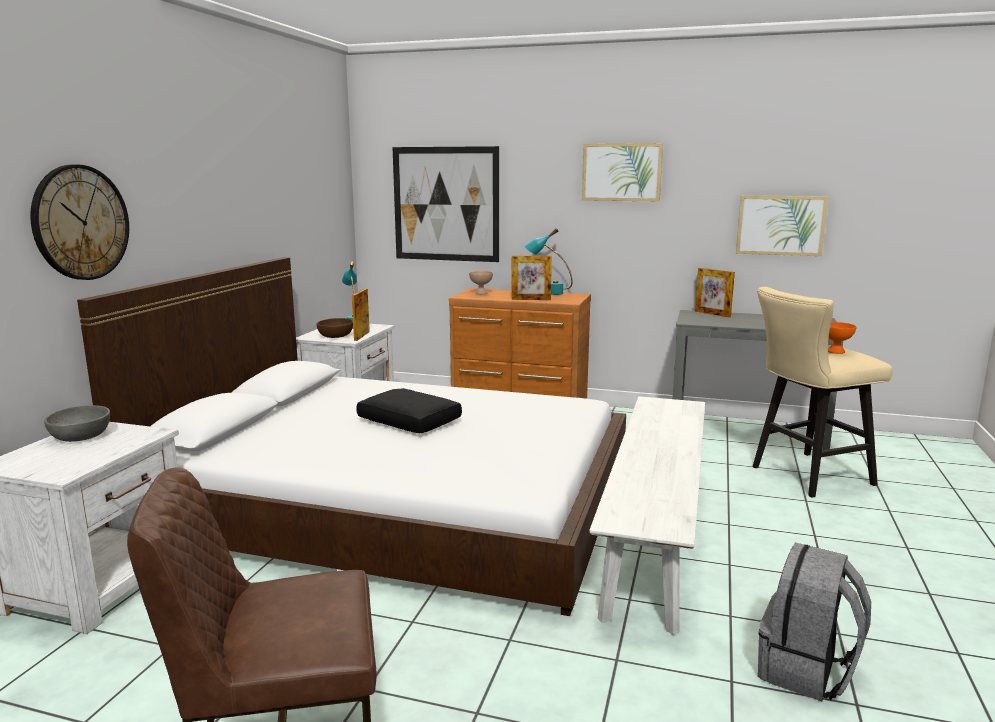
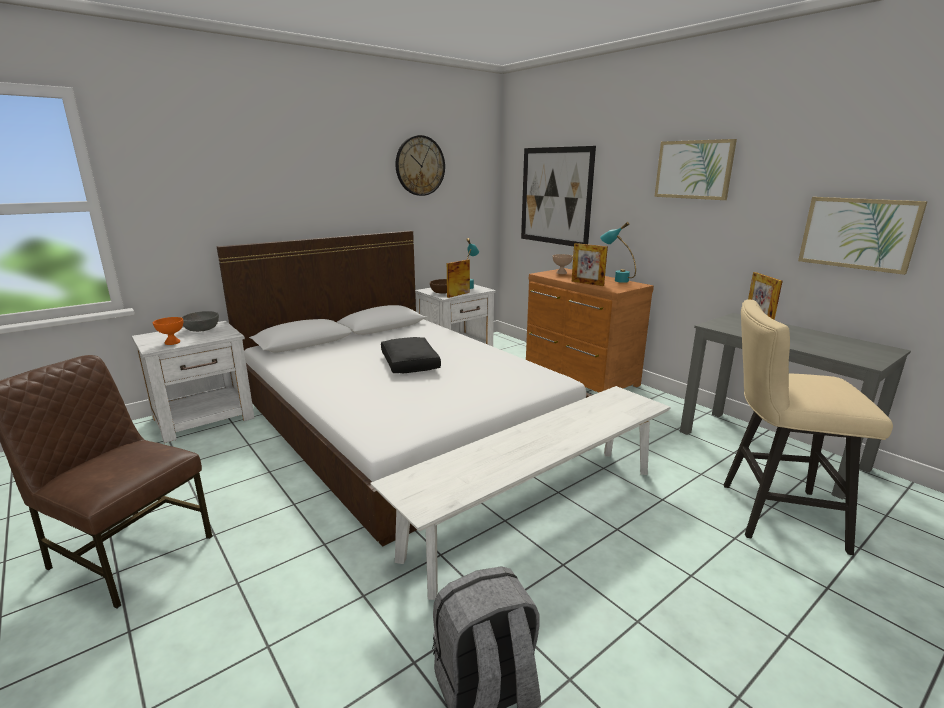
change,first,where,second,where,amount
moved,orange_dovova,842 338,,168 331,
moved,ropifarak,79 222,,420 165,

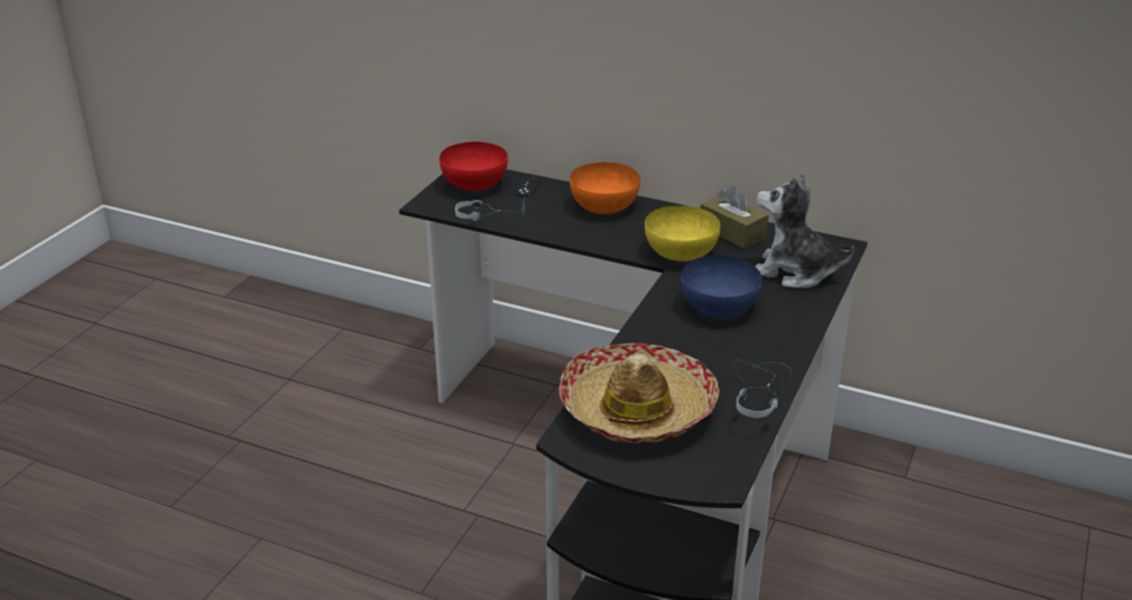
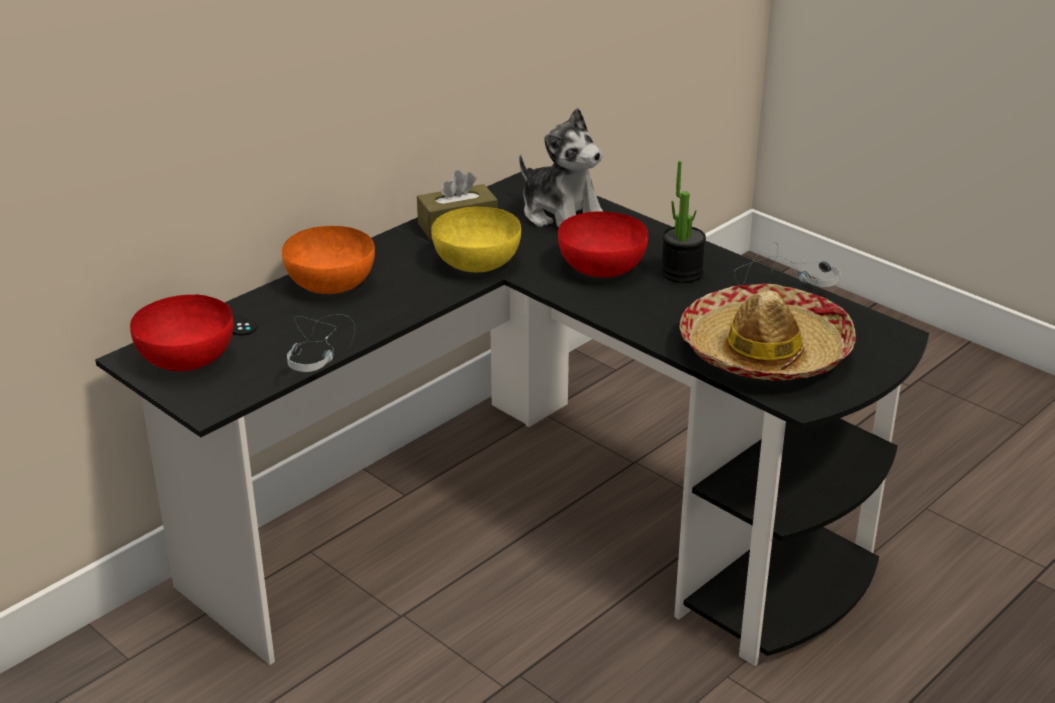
change,first,where,second,where,amount
turned,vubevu,804 231,,561 167,90 degrees counterclockwise
recoloured,blue_dovova,721 286,red_dovova,603 245,
added,,,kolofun,683 222,

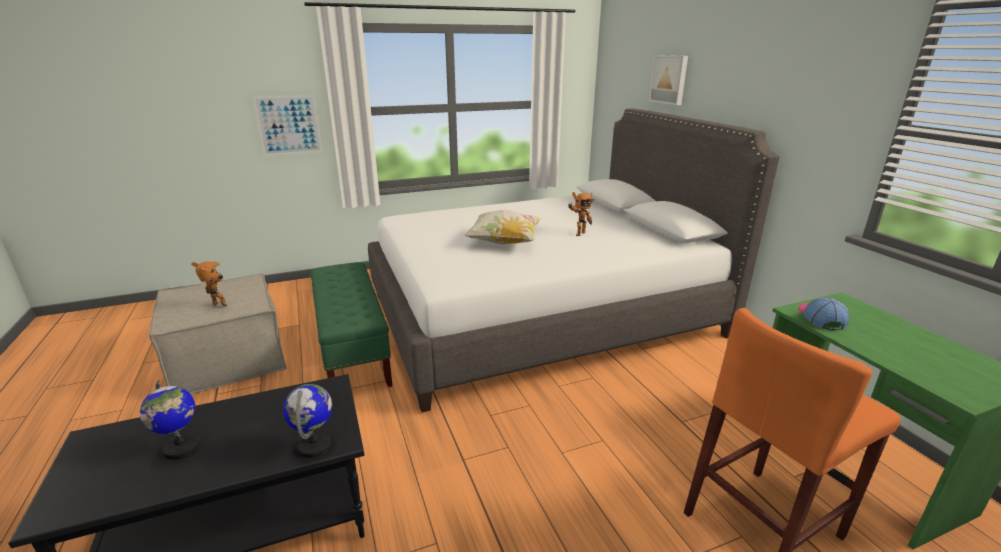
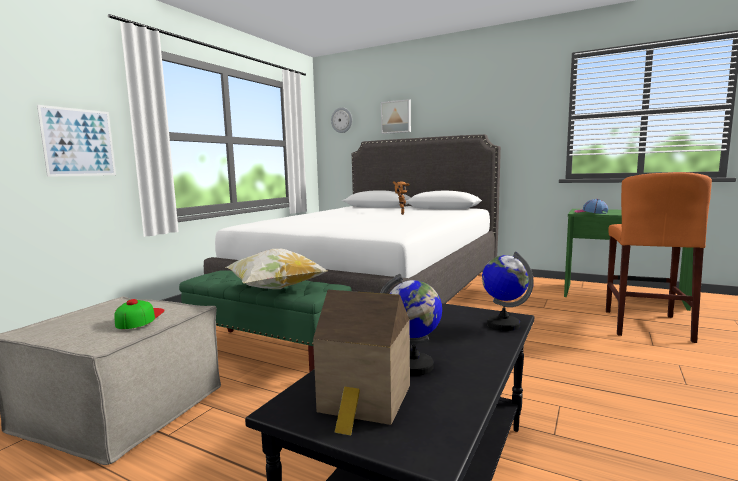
change,first,where,second,where,amount
replaced,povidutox,209 284,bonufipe,139 314,
moved,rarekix,502 227,,276 269,
added,,,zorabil,361 363,
added,,,ropifarak,341 120,

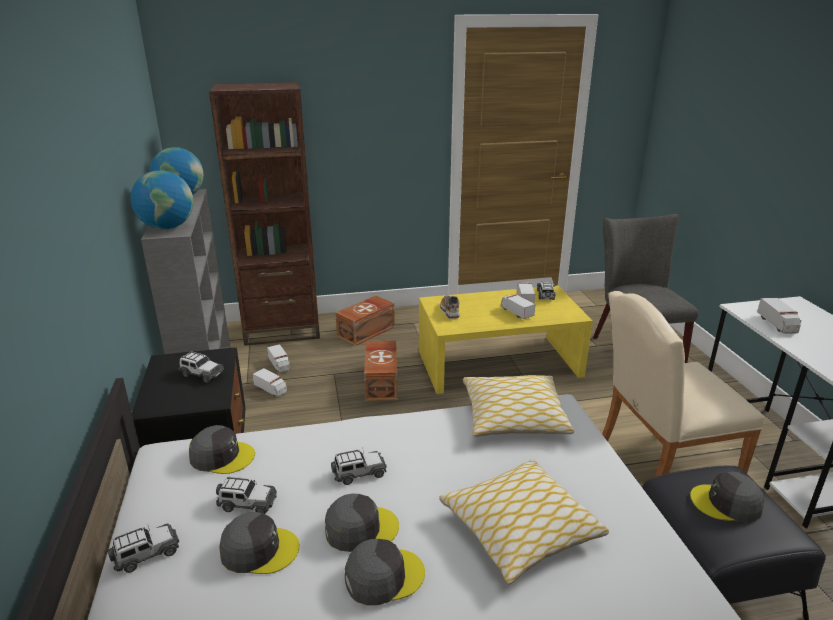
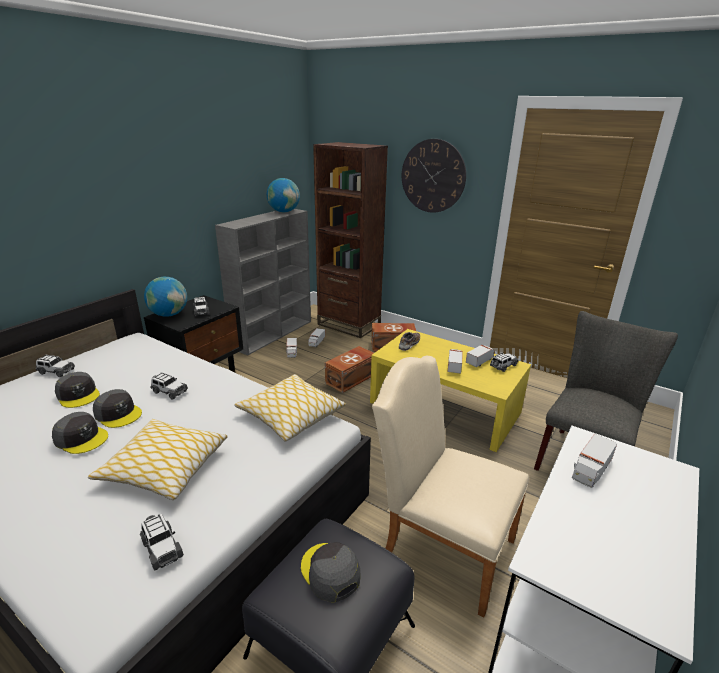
change,first,where,second,where,amount
moved,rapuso,246 495,,162 542,
moved,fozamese,162 199,,165 297,
added,,,ropifarak,434 176,
removed,grey_bonufipe,222 449,,,

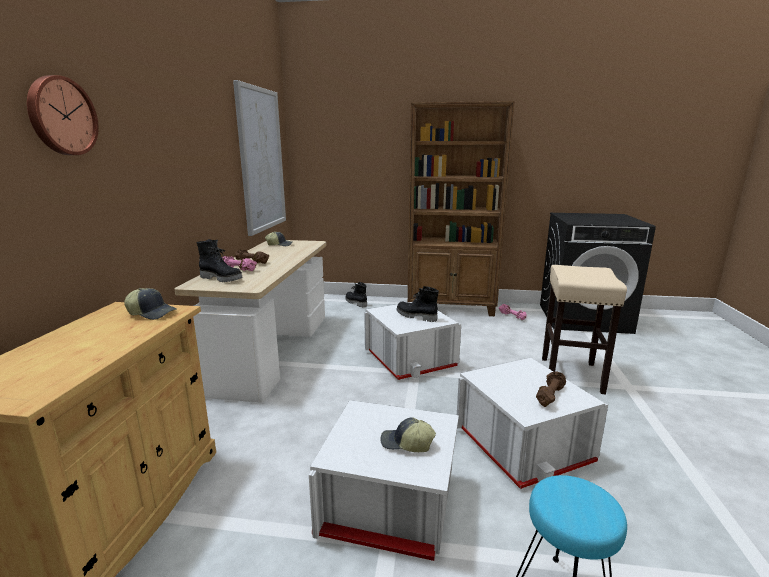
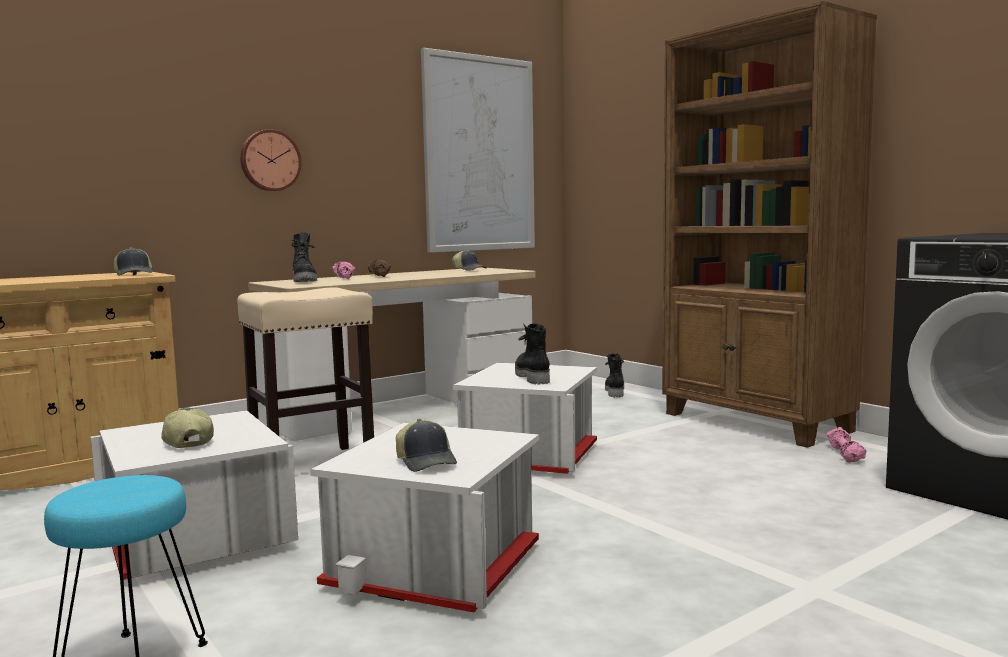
change,first,where,second,where,amount
moved,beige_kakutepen,584 330,,305 368,
moved,ropifarak,63 115,,271 160,
replaced,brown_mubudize,551 389,bonufipe,426 445,

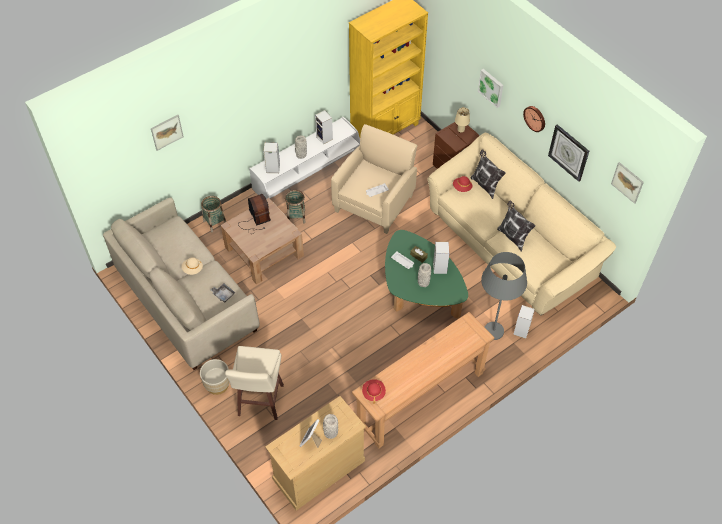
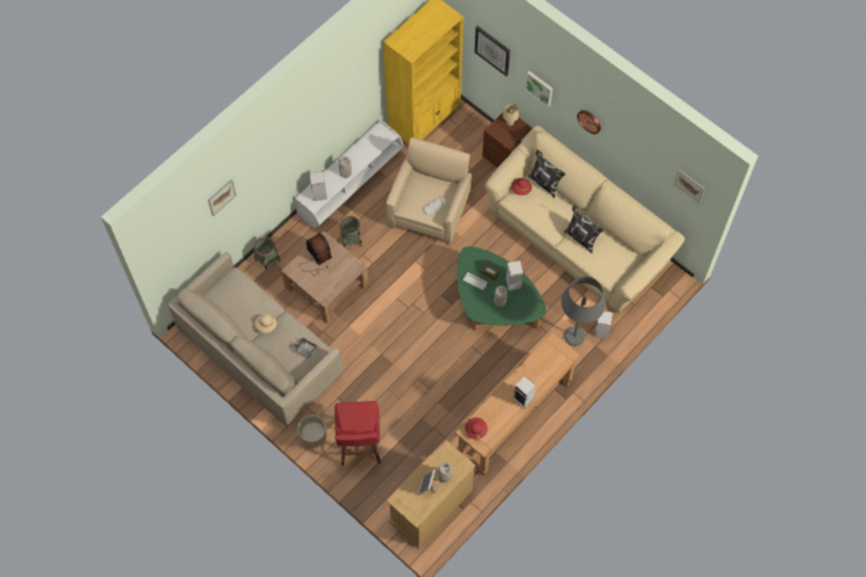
change,first,where,second,where,amount
recoloured,beige_kakutepen,254 383,red_kakutepen,358 433,
moved,ropifarak,568 153,,492 51,
moved,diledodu,324 127,,524 392,

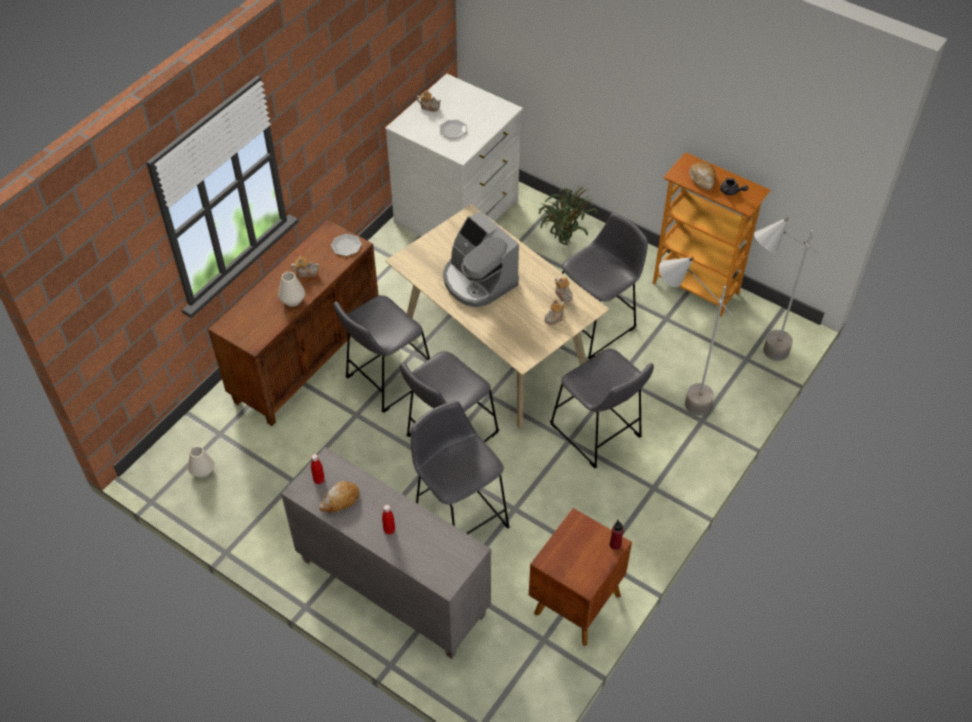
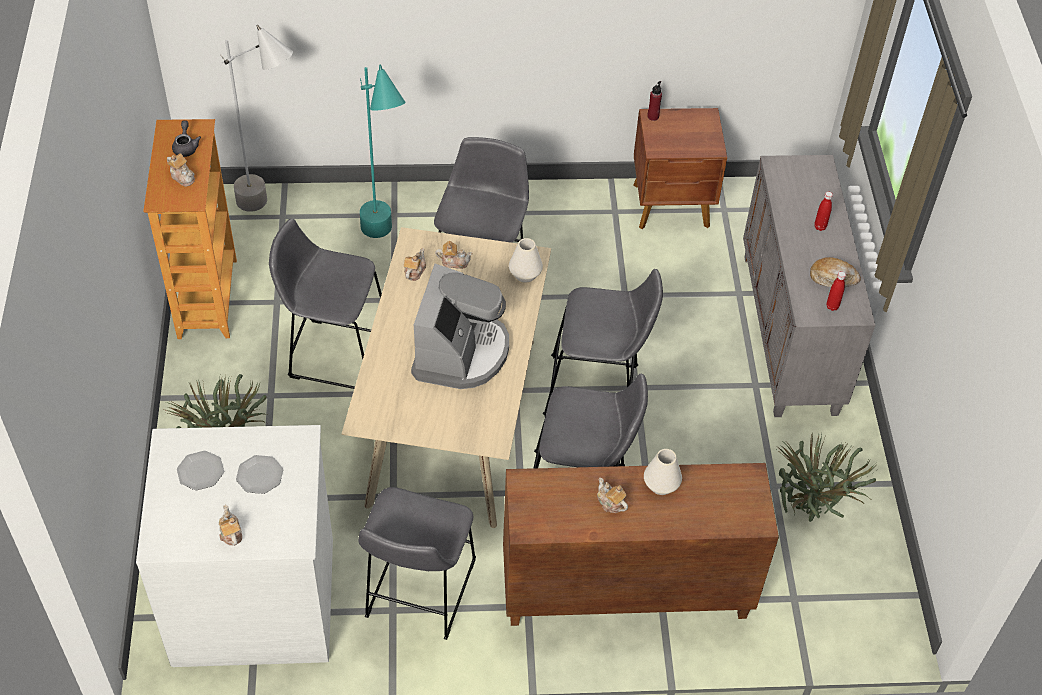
change,first,where,second,where,amount
replaced,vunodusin,703 176,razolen,181 170,
moved,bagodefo,346 245,,200 470,
moved,grey_kakutepen,460 467,,417 563,
recoloured,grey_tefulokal,696 336,turquoise_tefulokal,383 151,
moved,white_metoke,201 462,,526 260,
added,,,kolofun,827 476,

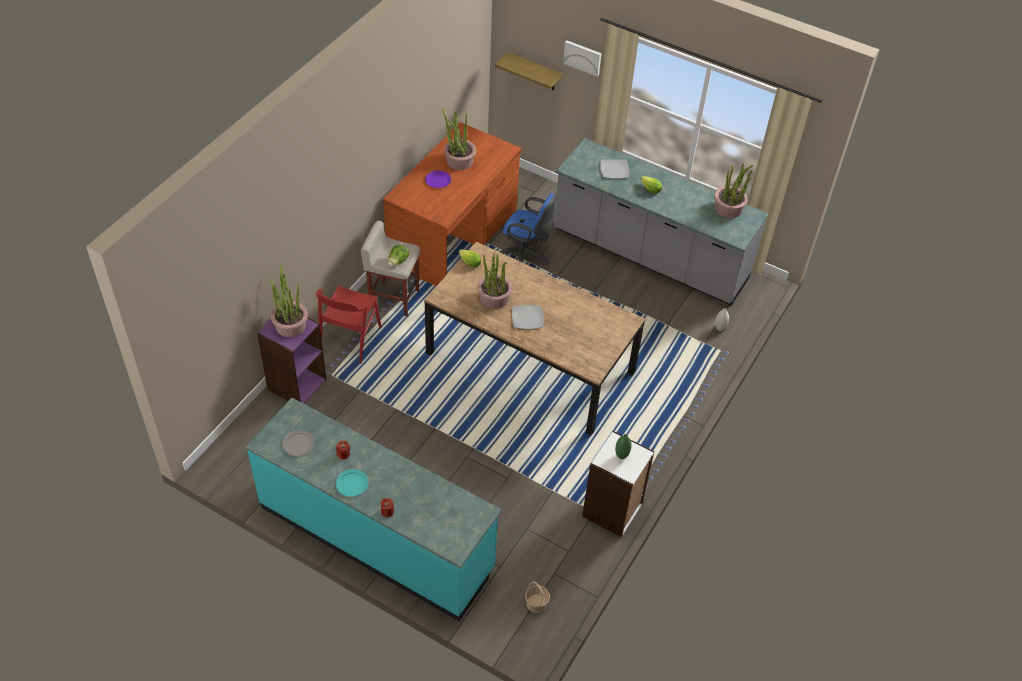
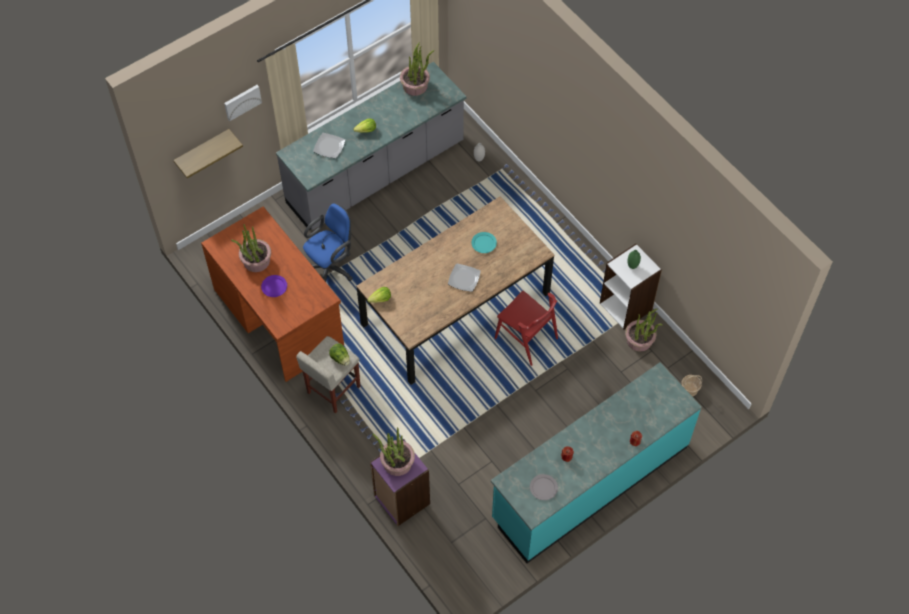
change,first,where,second,where,amount
moved,turquoise_bagodefo,352 483,,484 242,
moved,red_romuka,349 325,,526 328,
moved,kolofun,494 281,,644 330,

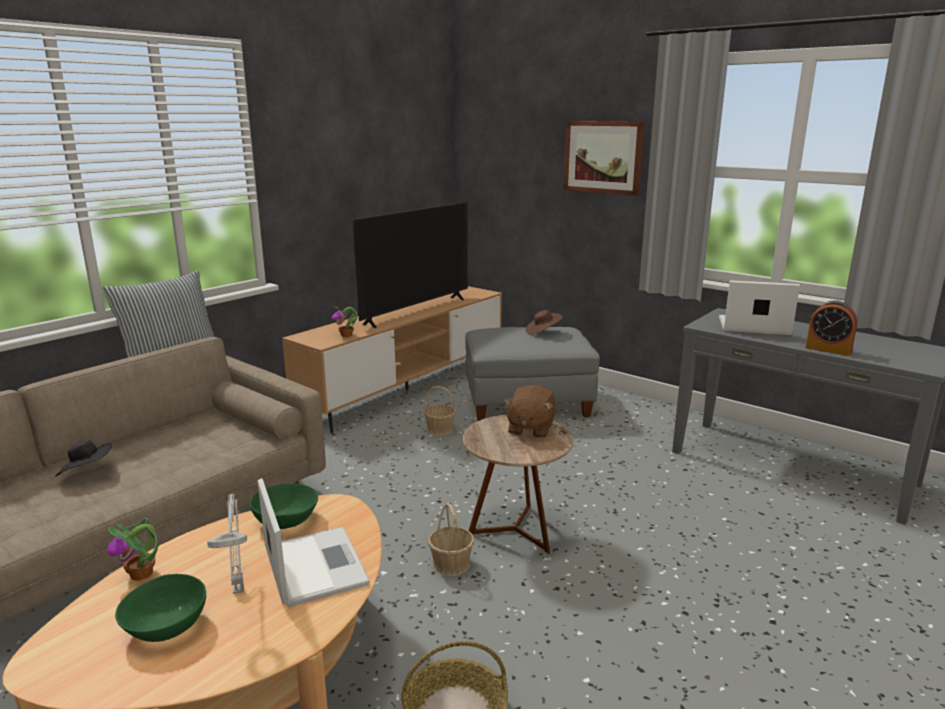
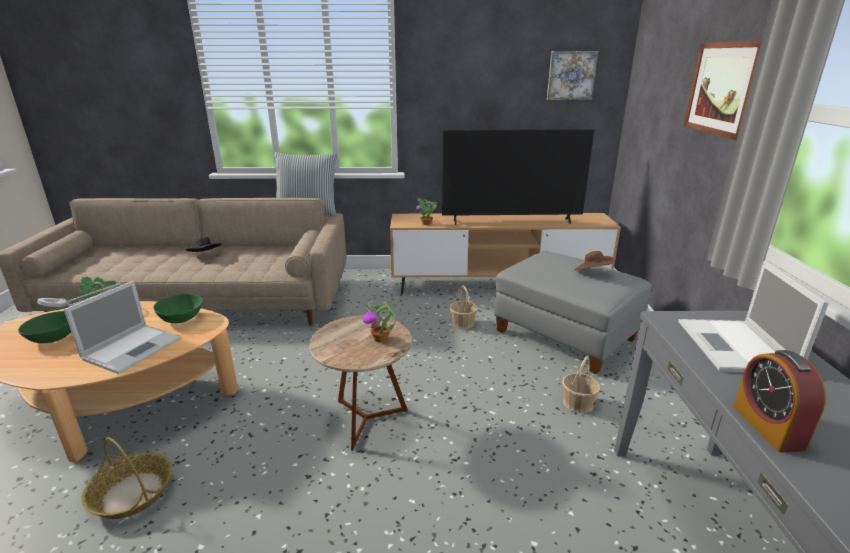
change,first,where,second,where,amount
replaced,brown_vubevu,530 411,kolofun,379 322,
added,,,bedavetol,572 75,
moved,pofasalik,451 539,,581 384,
turned,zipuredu,759 307,,753 316,150 degrees counterclockwise

